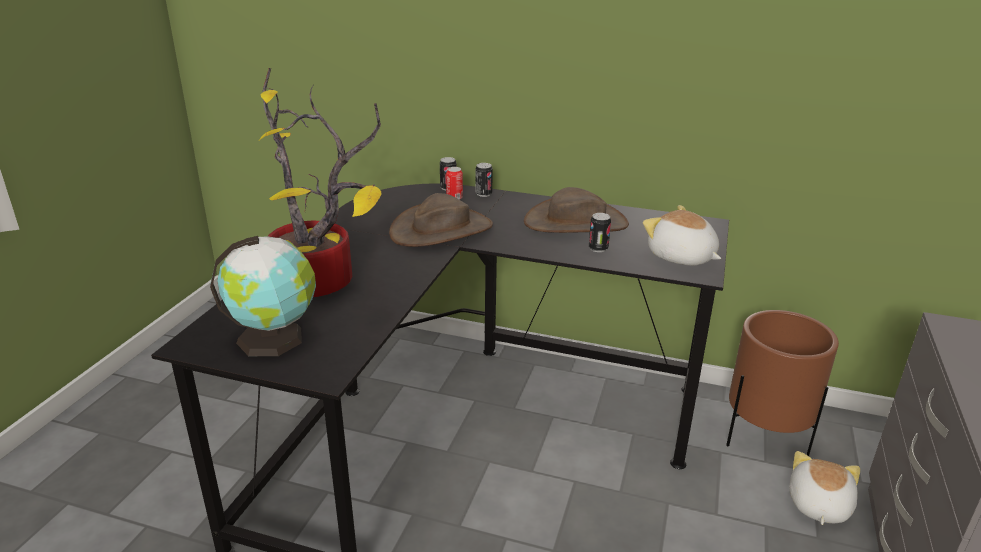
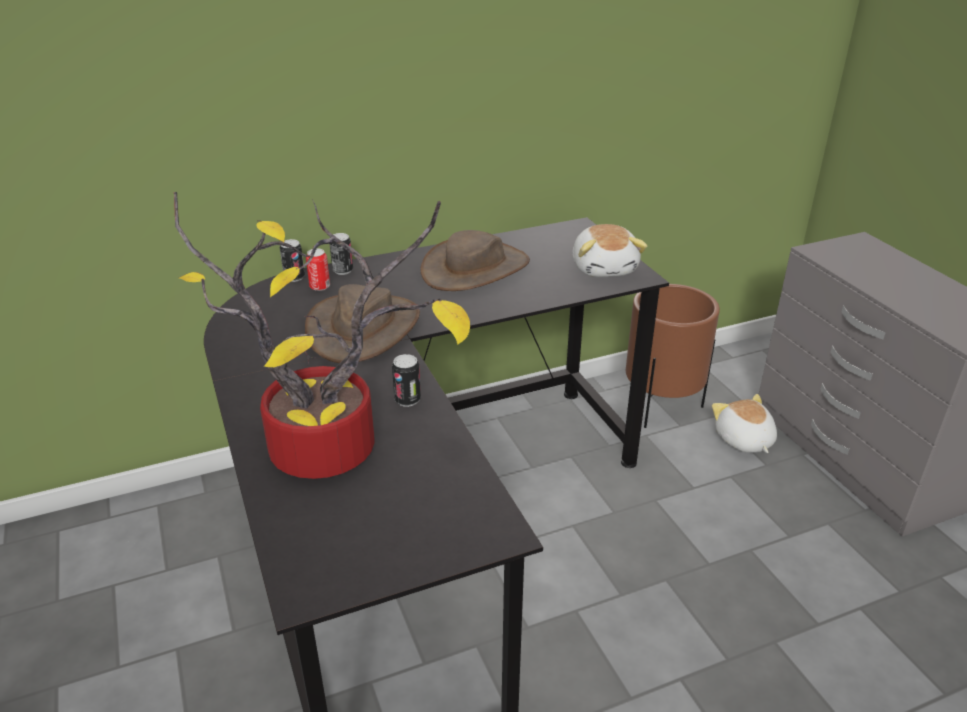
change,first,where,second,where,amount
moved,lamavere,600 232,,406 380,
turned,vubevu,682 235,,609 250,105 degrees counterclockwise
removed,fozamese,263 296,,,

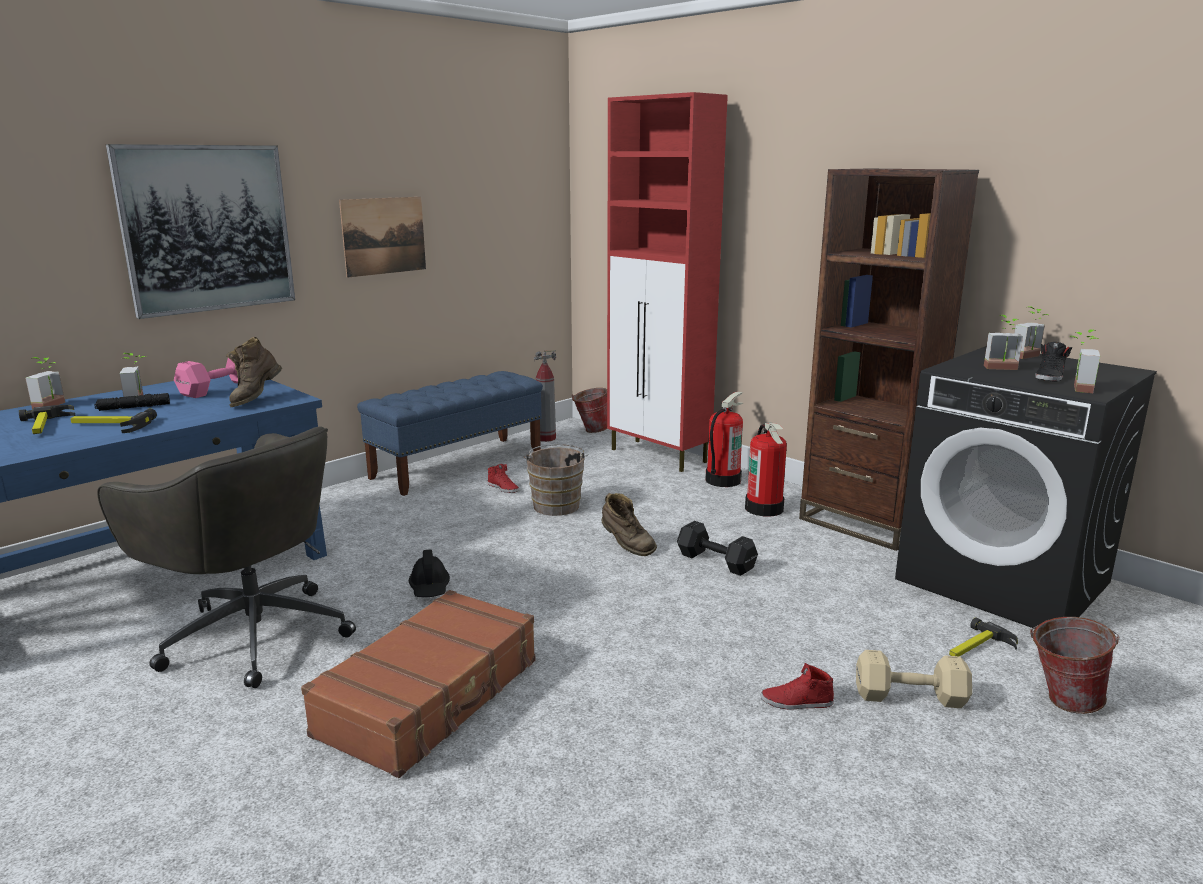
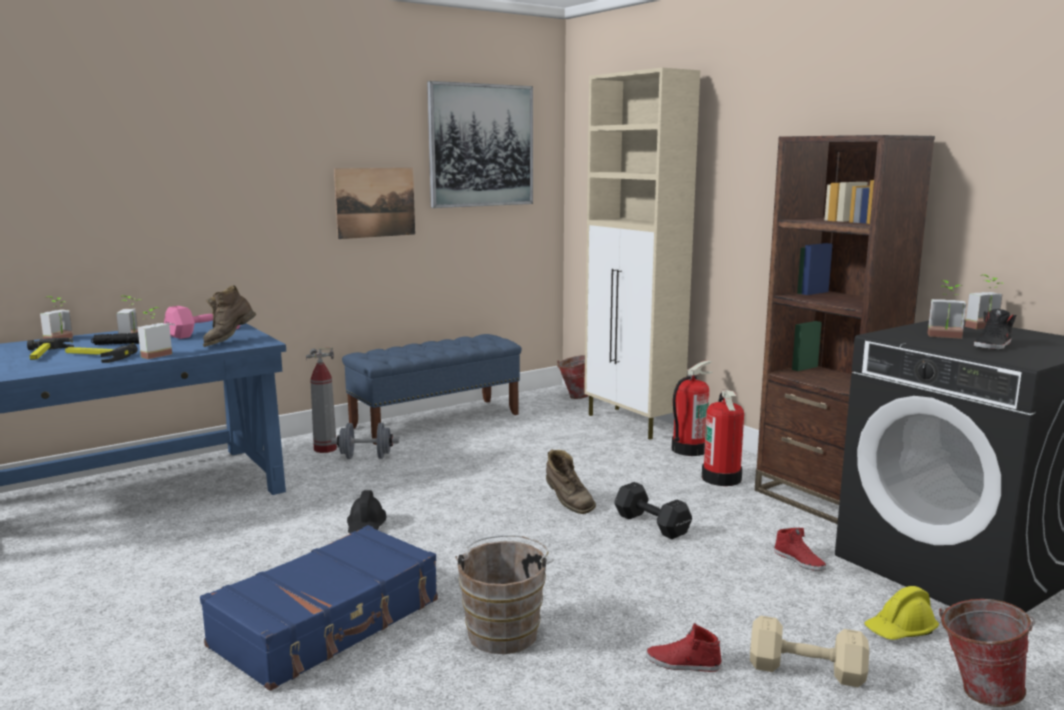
change,first,where,second,where,amount
moved,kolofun,1084 361,,155 333,
recoloured,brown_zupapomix,418 684,blue_zupapomix,319 608,
moved,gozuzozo,545 396,,321 400,
added,,,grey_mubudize,365 441,
moved,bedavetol,200 231,,480 144,
moved,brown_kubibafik,556 480,,504 594,
recoloured,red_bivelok,667 282,beige_bivelok,642 254,
moved,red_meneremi,503 478,,800 549,
replaced,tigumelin,983 636,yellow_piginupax,901 613,
removed,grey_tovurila,226 557,,,

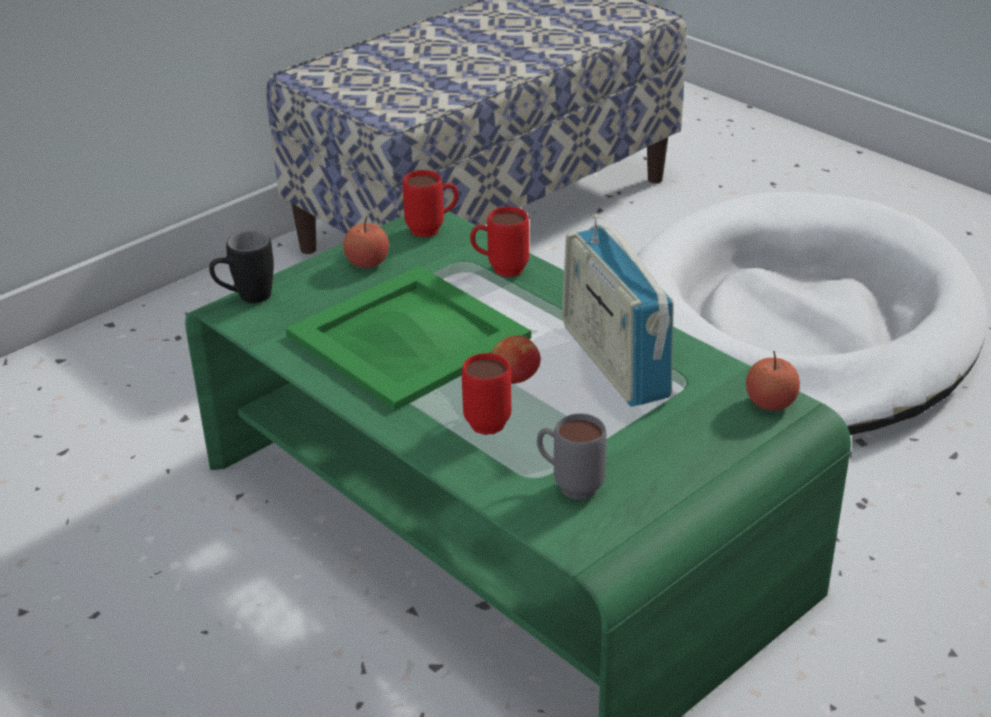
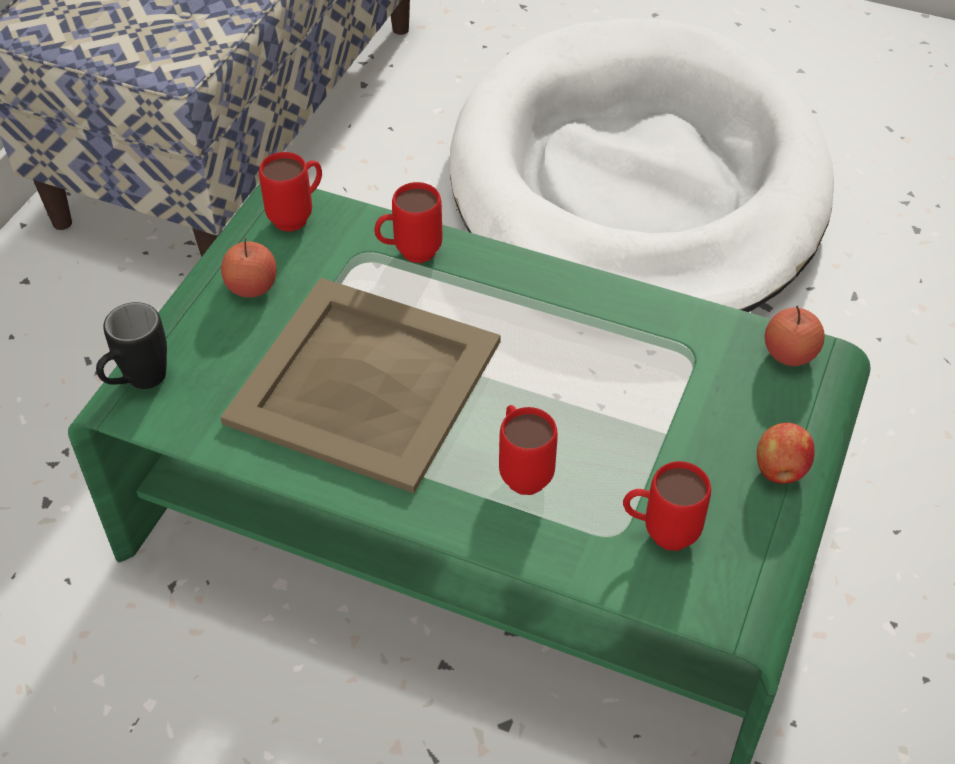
change,first,where,second,where,amount
recoloured,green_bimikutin,408 338,beige_bimikutin,360 385,
recoloured,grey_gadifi,572 456,red_gadifi,667 506,
moved,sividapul,516 359,,786 453,
removed,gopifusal,618 310,,,

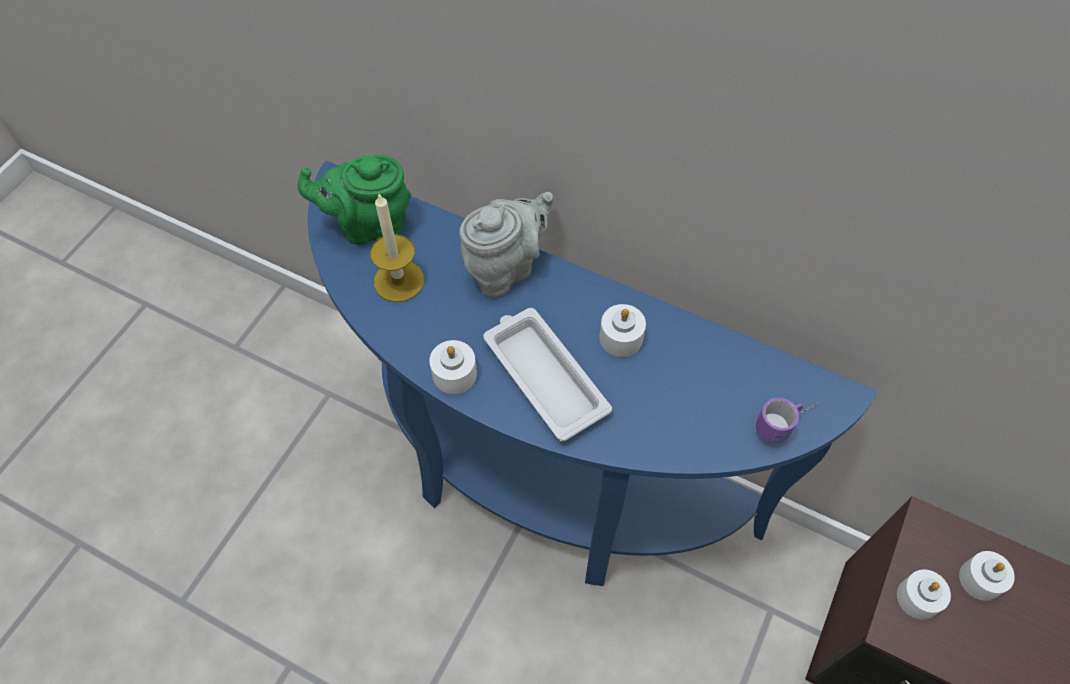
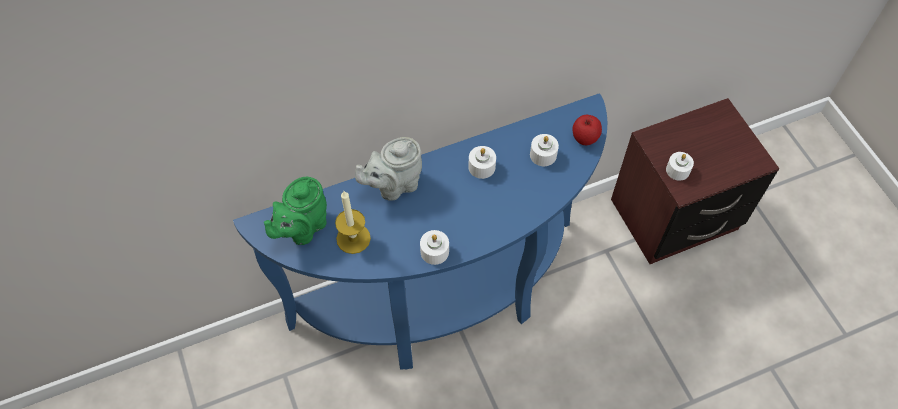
change,first,where,second,where,amount
turned,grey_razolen,506 245,,388 169,120 degrees counterclockwise
moved,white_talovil,987 576,,544 150,
replaced,gadifi,787 420,sividapul,587 130,
removed,white_bimikutin,547 375,,,

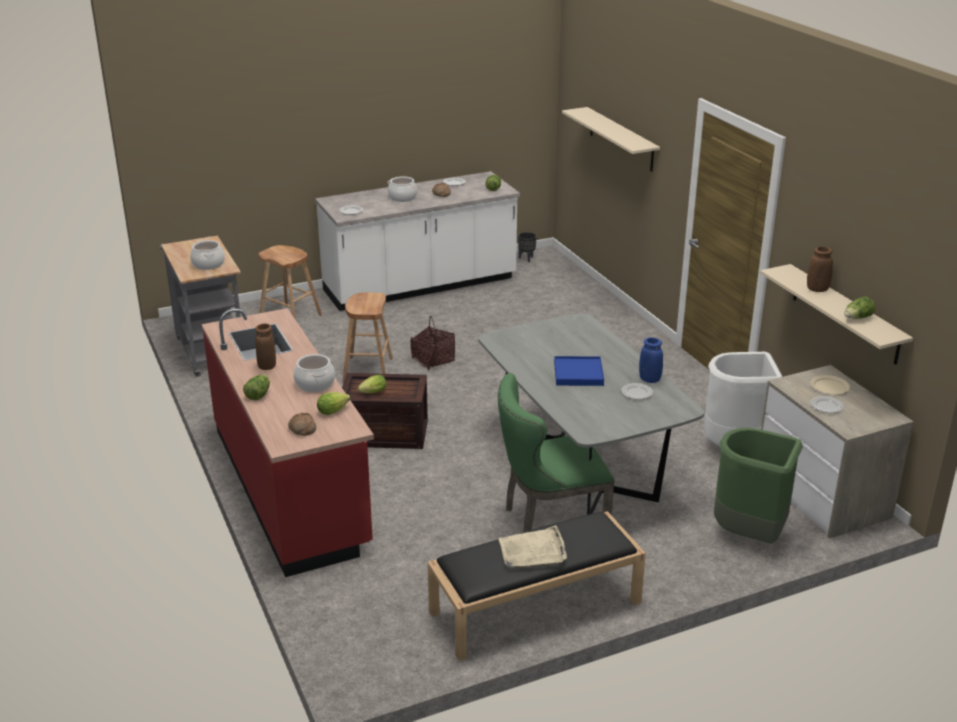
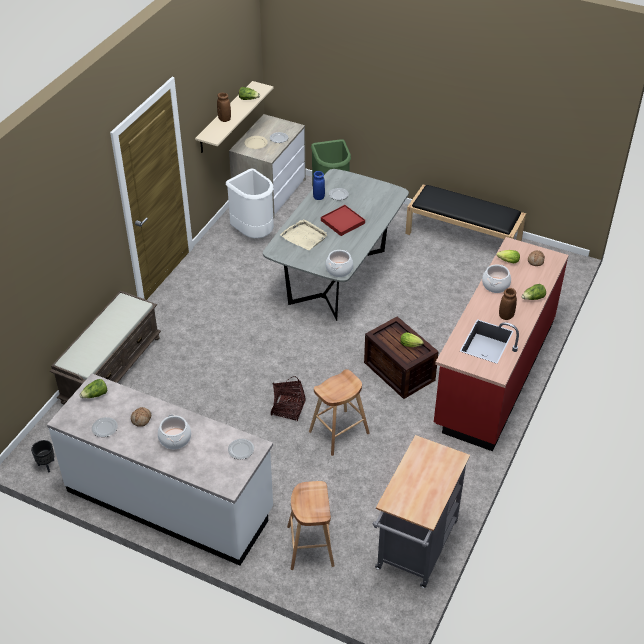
change,first,where,second,where,amount
added,,,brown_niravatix,105 347,
moved,beige_bimikutin,533 547,,304 234,
recoloured,blue_bimikutin,579 371,red_bimikutin,343 220,
moved,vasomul,207 255,,339 263,
removed,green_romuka,556 452,,,
removed,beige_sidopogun,611 139,,,

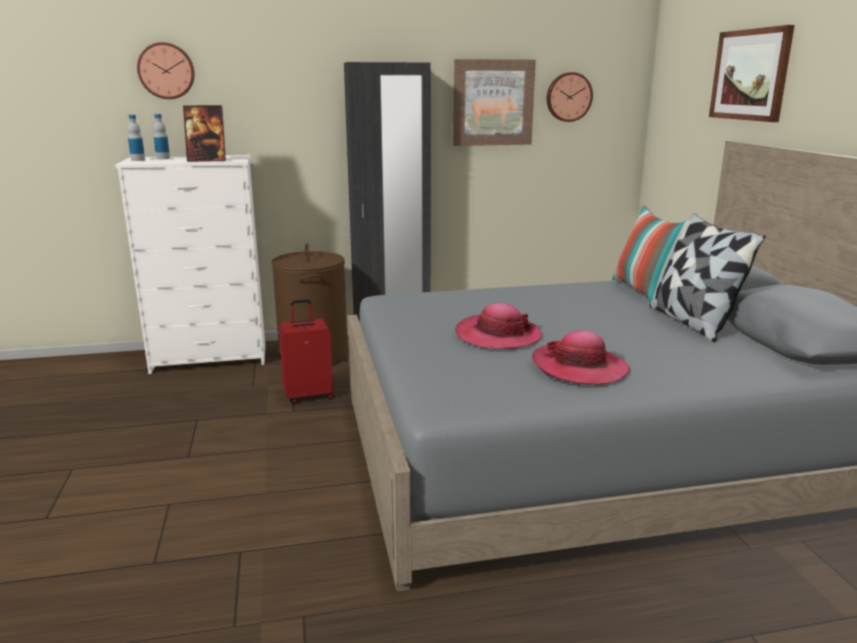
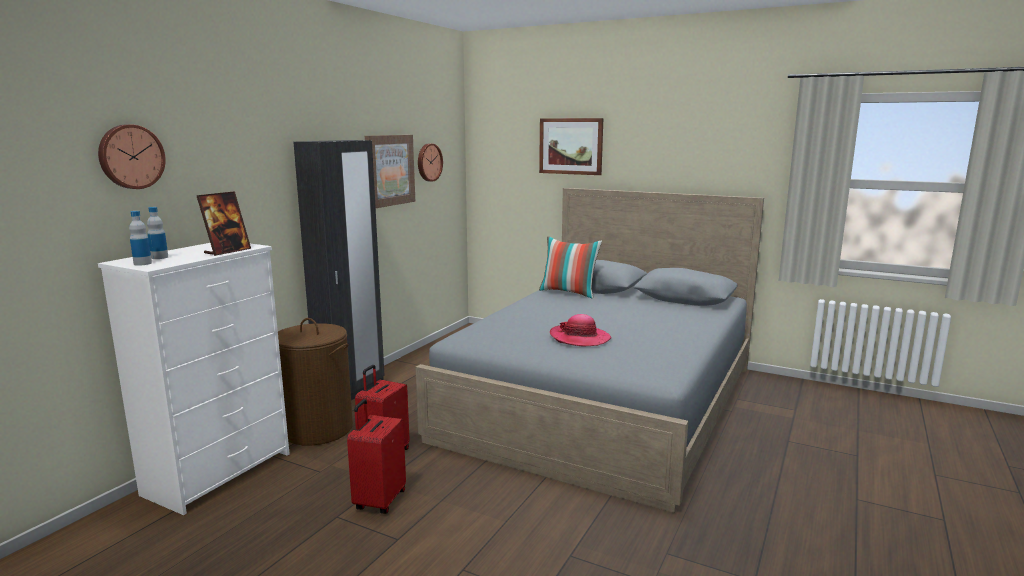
change,first,where,second,where,amount
added,,,red_zupapomix,376 456,
removed,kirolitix,581 357,,,
removed,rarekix,708 277,,,

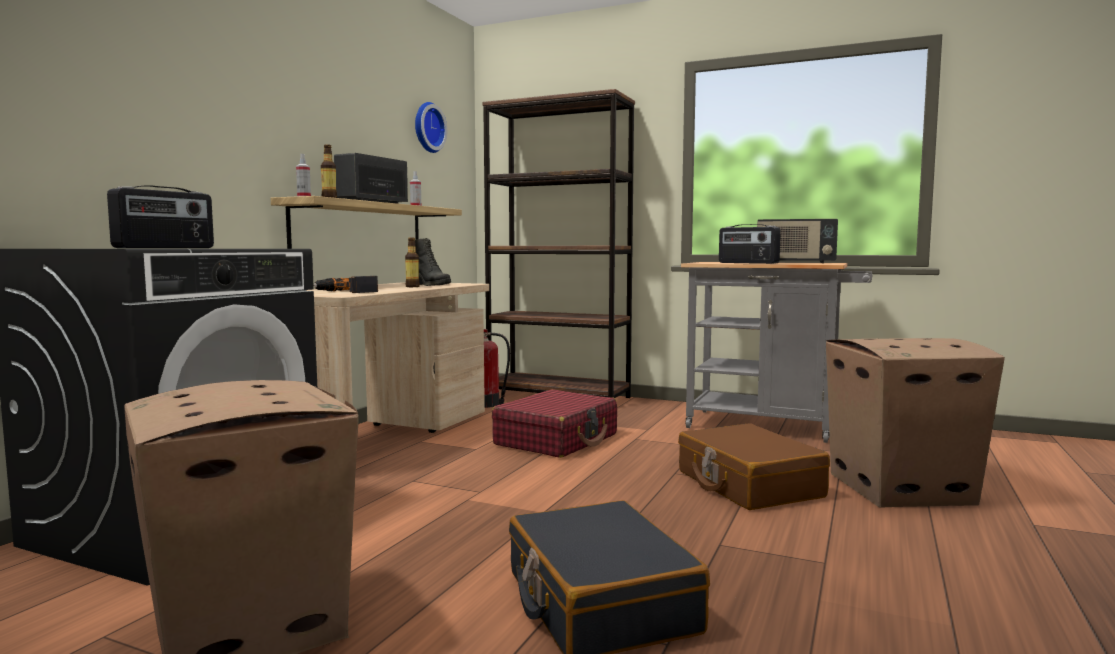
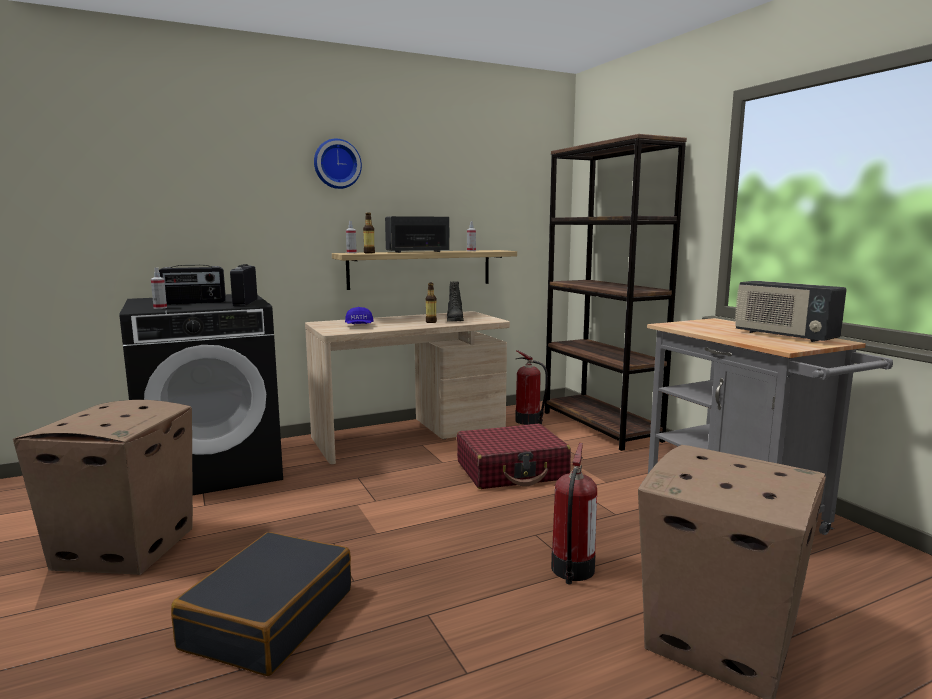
change,first,where,second,where,amount
added,,,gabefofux,159 288,
moved,gopifusal,750 244,,243 285,
moved,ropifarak,431 127,,338 164,
replaced,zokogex,345 284,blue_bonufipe,359 315,
replaced,brown_zupapomix,754 466,gozuzozo,574 513,

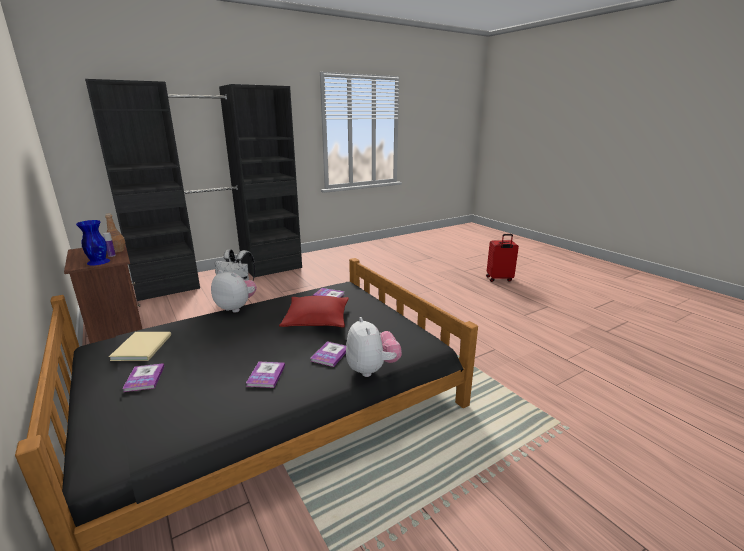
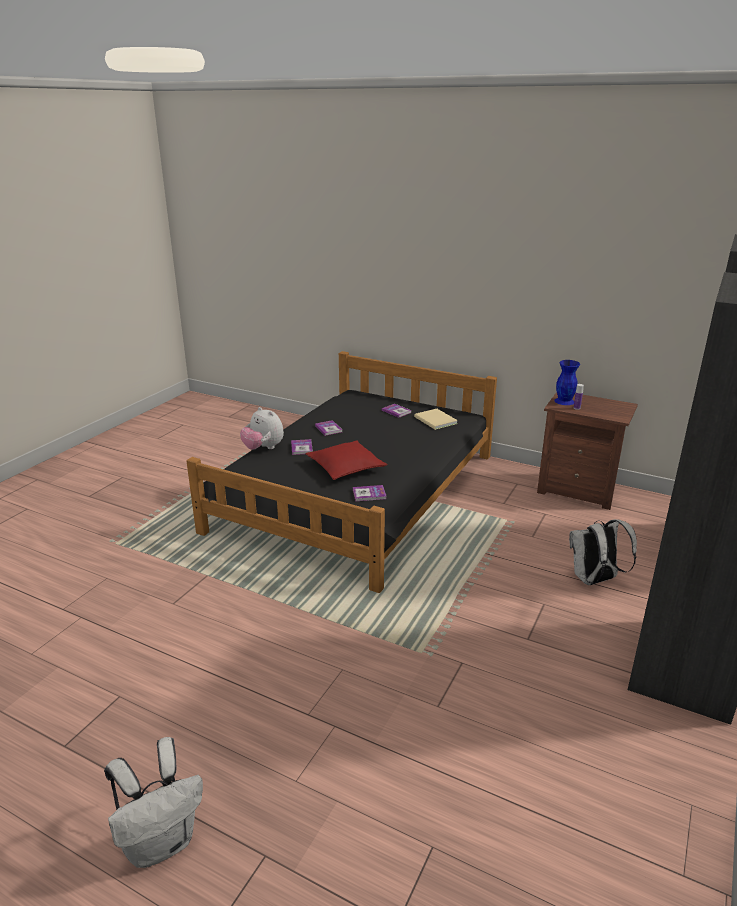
change,first,where,second,where,amount
replaced,red_zupapomix,502 258,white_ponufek,153 802,
removed,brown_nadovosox,115 233,,,
removed,vubevu,234 291,,,

